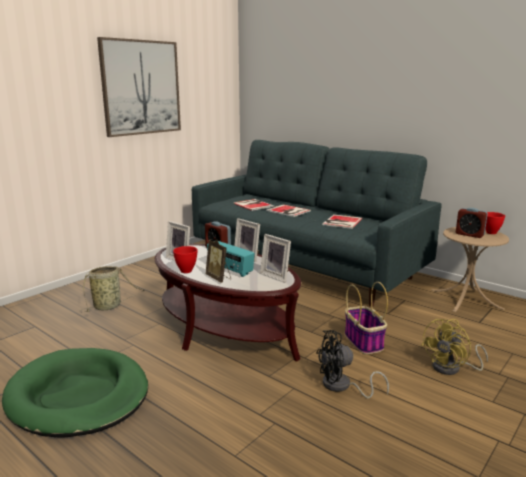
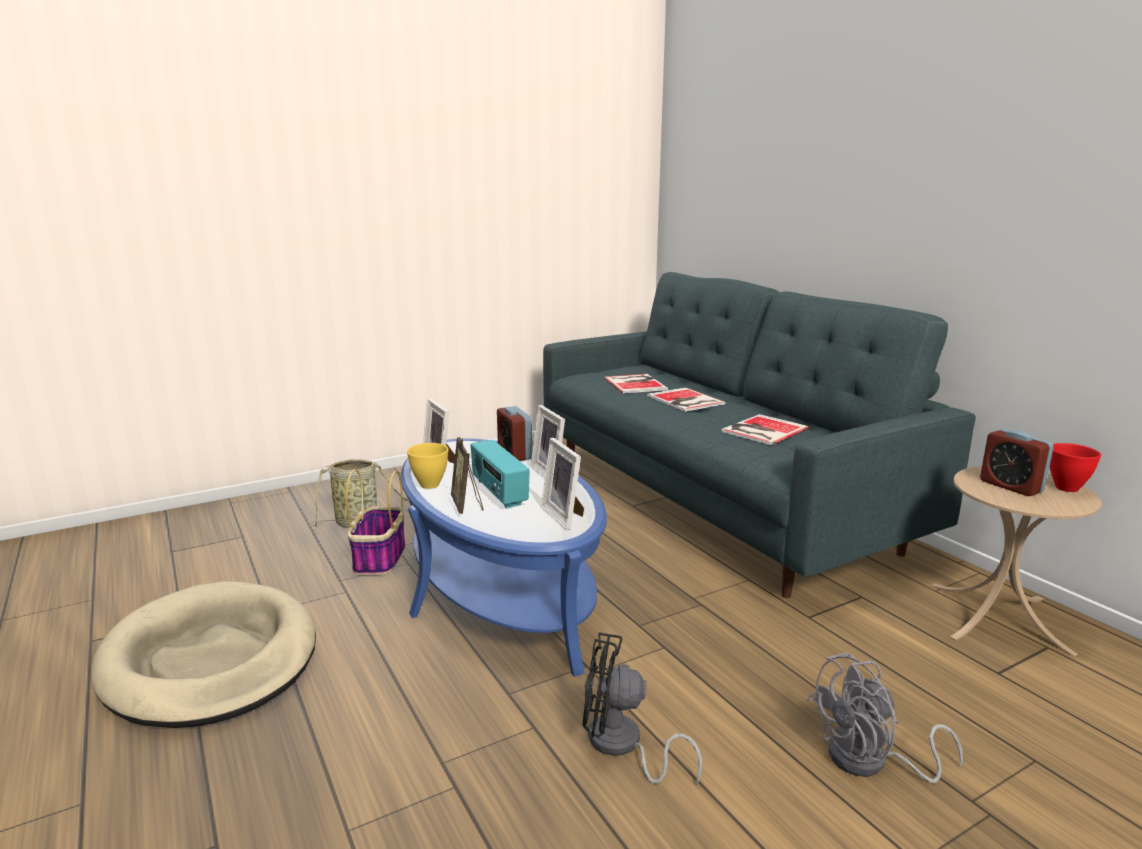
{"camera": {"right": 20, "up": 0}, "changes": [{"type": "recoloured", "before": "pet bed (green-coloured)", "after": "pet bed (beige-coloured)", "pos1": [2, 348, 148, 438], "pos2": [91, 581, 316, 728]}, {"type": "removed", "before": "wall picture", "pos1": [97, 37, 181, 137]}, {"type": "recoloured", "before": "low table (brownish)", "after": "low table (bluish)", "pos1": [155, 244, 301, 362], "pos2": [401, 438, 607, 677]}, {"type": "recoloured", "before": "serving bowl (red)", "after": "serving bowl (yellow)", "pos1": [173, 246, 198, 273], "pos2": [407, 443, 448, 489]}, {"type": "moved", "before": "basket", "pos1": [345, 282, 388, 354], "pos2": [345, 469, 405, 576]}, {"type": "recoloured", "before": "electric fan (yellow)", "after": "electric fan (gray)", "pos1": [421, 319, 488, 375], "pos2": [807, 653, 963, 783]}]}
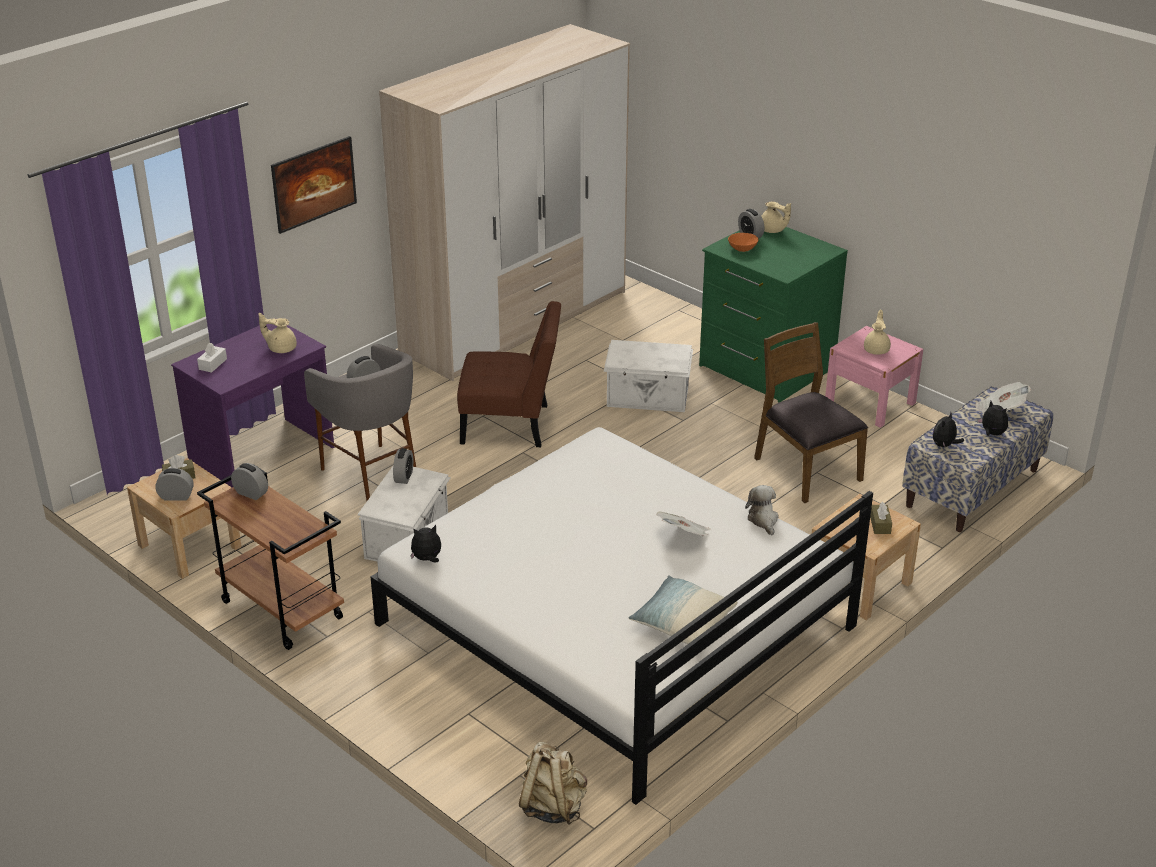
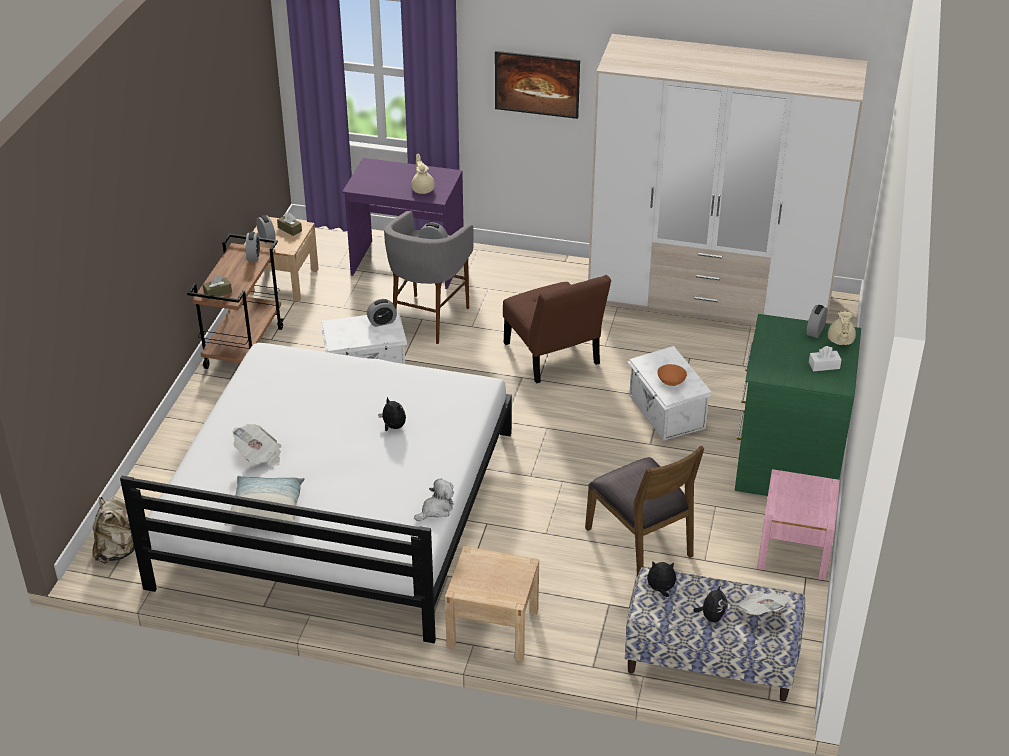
{"camera": {"right": 60, "up": 5}, "changes": [{"type": "moved", "before": "tissue box (white)", "pos1": [197, 343, 227, 373], "pos2": [809, 346, 842, 371]}, {"type": "moved", "before": "plush toy", "pos1": [410, 525, 441, 563], "pos2": [378, 397, 406, 431]}, {"type": "moved", "before": "daily paper", "pos1": [656, 511, 710, 536], "pos2": [233, 424, 281, 466]}, {"type": "moved", "before": "serving bowl (orangey)", "pos1": [728, 233, 759, 252], "pos2": [657, 364, 687, 386]}, {"type": "turned", "before": "upright chair (brownish)", "pos1": [754, 322, 868, 503], "pos2": [585, 446, 704, 577], "turn": 120}, {"type": "removed", "before": "tea pot (beige-coloured)", "pos1": [864, 310, 891, 355]}, {"type": "moved", "before": "tissue box (brownish)", "pos1": [870, 502, 892, 534], "pos2": [203, 275, 232, 300]}]}
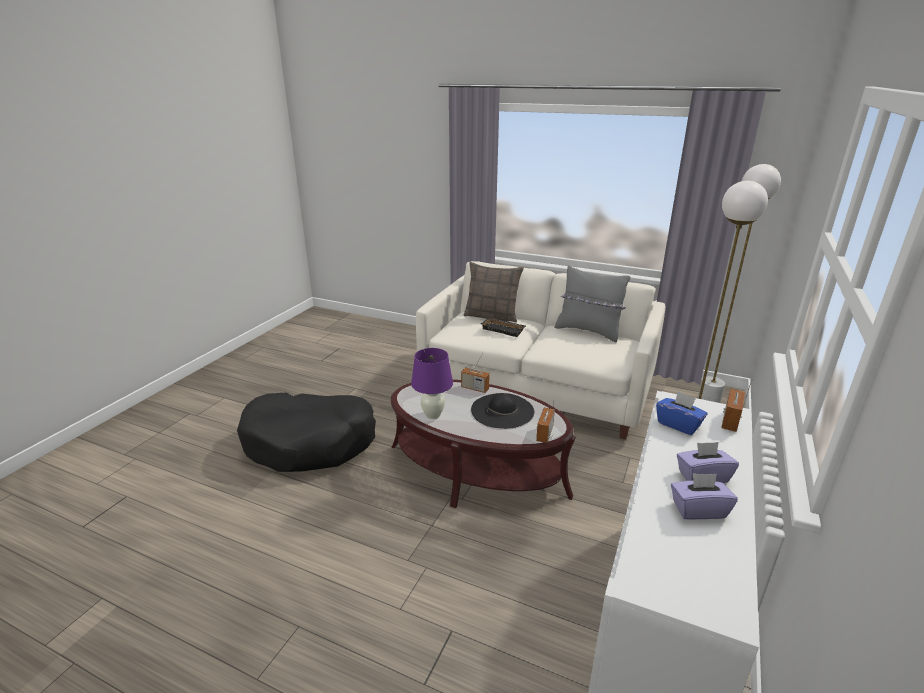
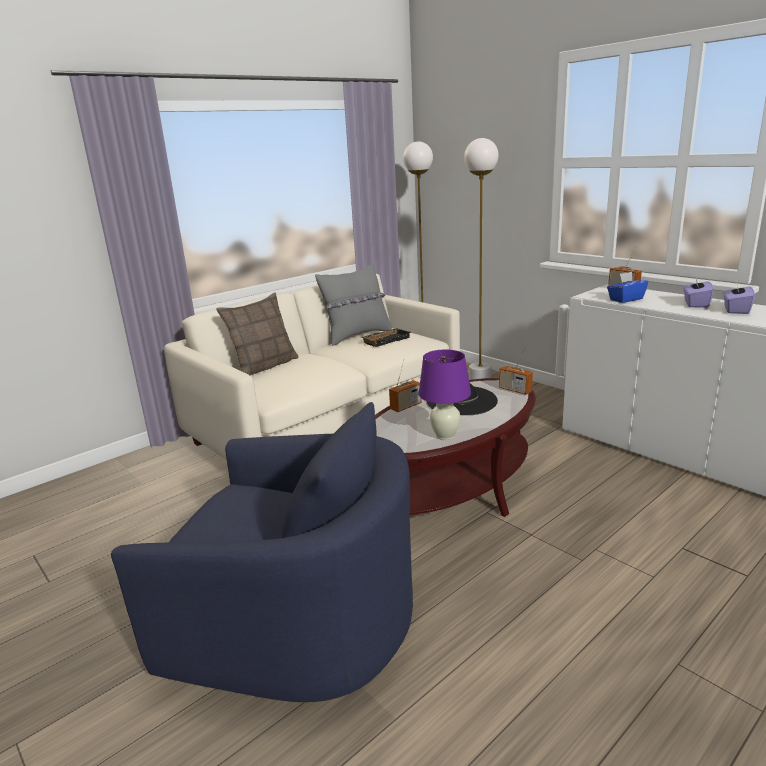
{"camera": {"right": -65, "up": -5}, "changes": [{"type": "replaced", "before": "pet bed (black-coloured)", "after": "easy chair (bluish)", "pos1": [237, 393, 376, 472], "pos2": [111, 402, 413, 702]}, {"type": "moved", "before": "carrying tray (black-coloured)", "pos1": [481, 317, 526, 337], "pos2": [361, 328, 411, 347]}]}
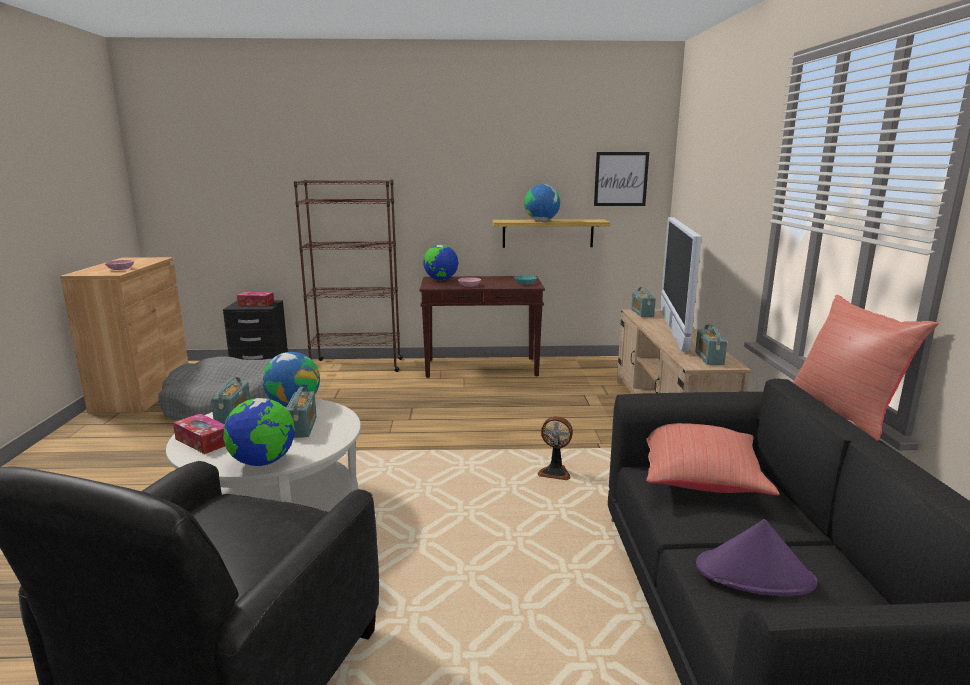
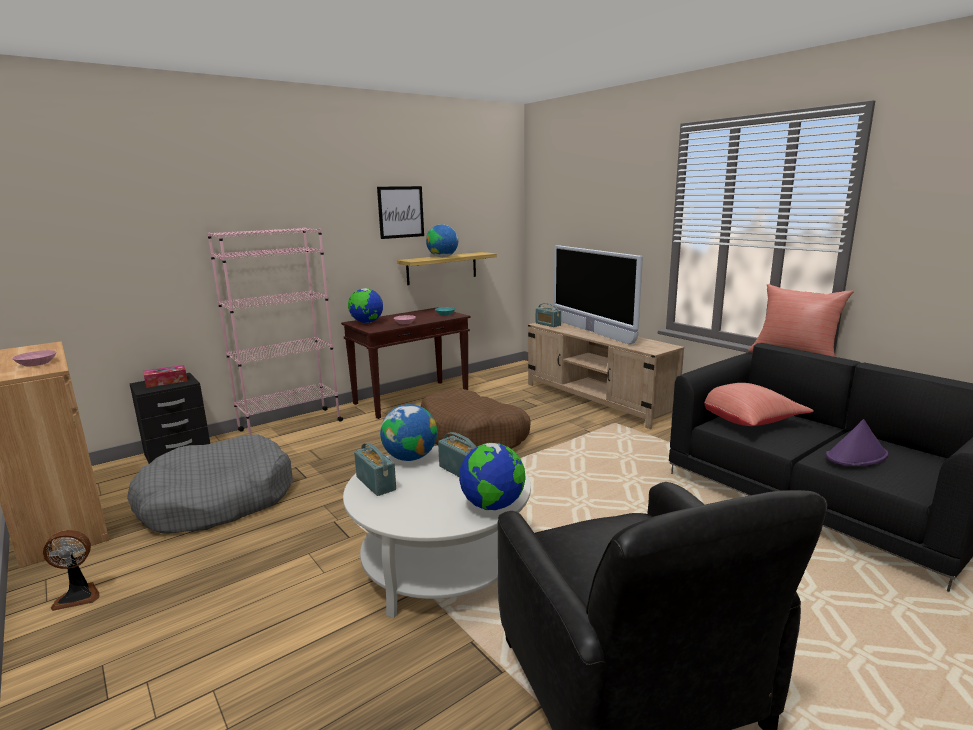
{"camera": {"right": -35, "up": 0}, "changes": [{"type": "removed", "before": "tissue box", "pos1": [173, 414, 226, 454]}, {"type": "recoloured", "before": "bookcase (brownish)", "after": "bookcase (pink-coloured)", "pos1": [294, 180, 403, 372], "pos2": [207, 227, 343, 435]}, {"type": "moved", "before": "electric fan", "pos1": [537, 416, 573, 480], "pos2": [43, 530, 99, 611]}, {"type": "moved", "before": "wall picture", "pos1": [594, 152, 649, 206], "pos2": [377, 186, 424, 239]}, {"type": "removed", "before": "radio set", "pos1": [695, 324, 727, 365]}, {"type": "added", "after": "pet bed (brownish)", "pos2": [421, 388, 531, 449]}]}
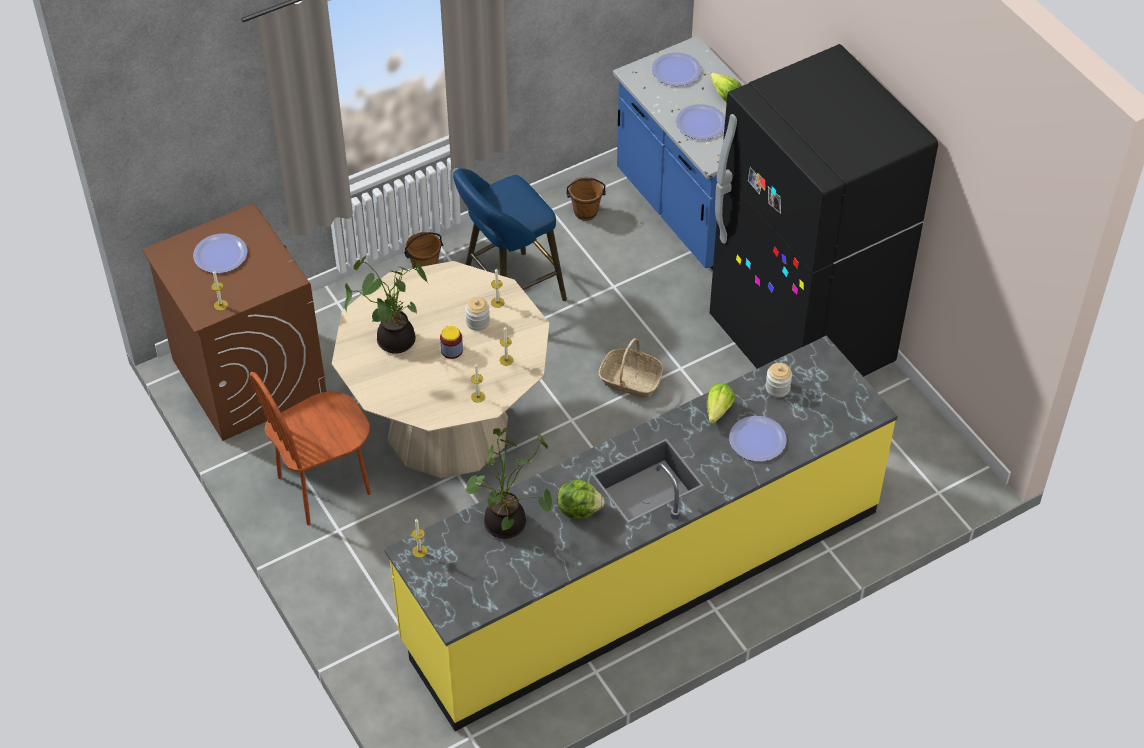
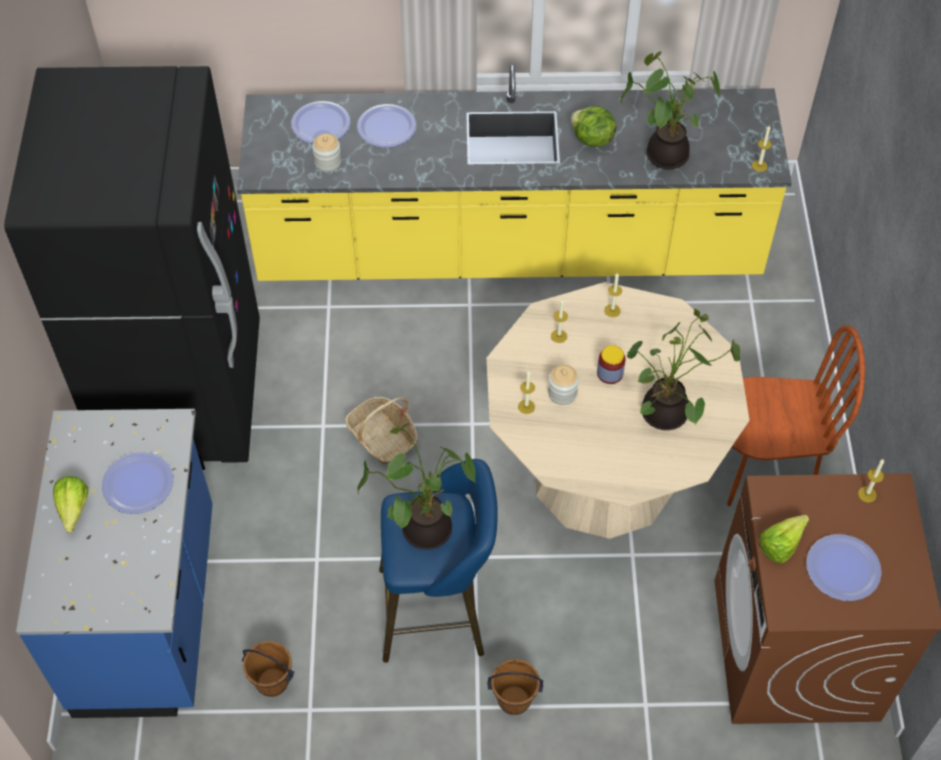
{"camera": {"right": -150, "up": 5}, "changes": [{"type": "moved", "before": "dinner plate", "pos1": [652, 52, 701, 86], "pos2": [291, 101, 350, 144]}, {"type": "moved", "before": "lettuce head", "pos1": [707, 383, 735, 425], "pos2": [760, 515, 809, 563]}, {"type": "added", "after": "potted plant", "pos2": [357, 423, 476, 550]}]}
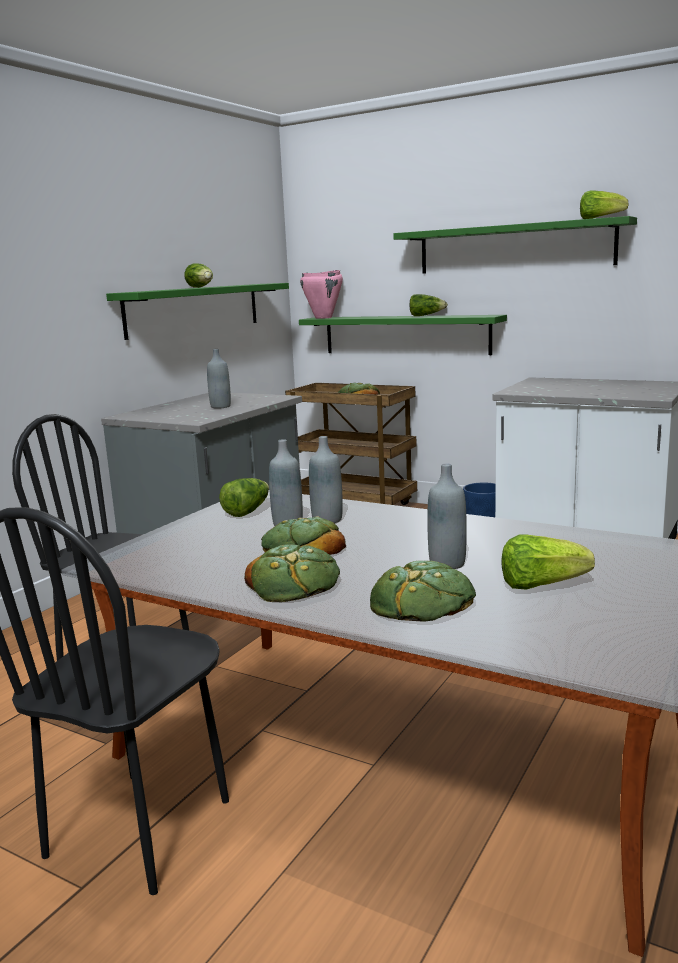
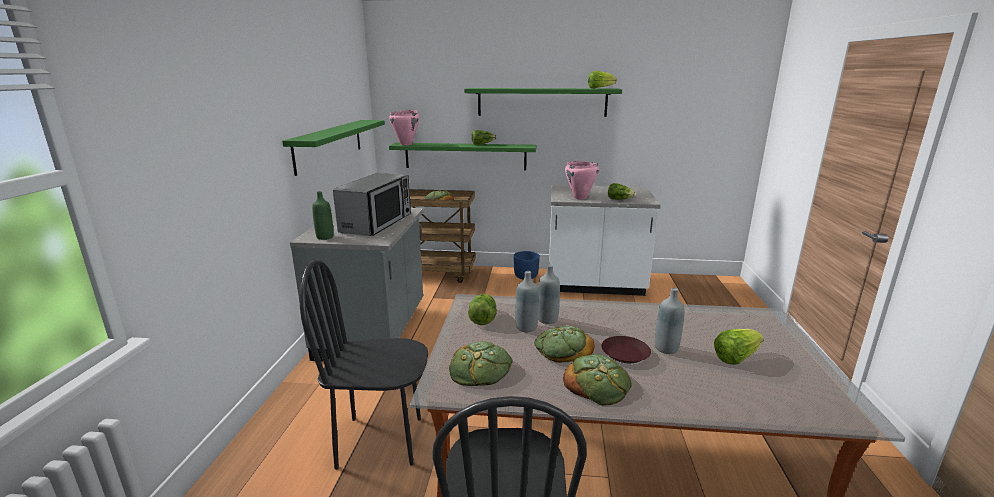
{"camera": {"right": -25, "up": 5}, "changes": [{"type": "moved", "before": "lettuce head", "pos1": [184, 263, 213, 288], "pos2": [608, 183, 636, 200]}, {"type": "replaced", "before": "beverage bottle (gray)", "after": "kitchen microwave", "pos1": [207, 349, 231, 409], "pos2": [333, 173, 411, 236]}, {"type": "moved", "before": "baked bread", "pos1": [370, 561, 476, 622], "pos2": [449, 341, 513, 386]}, {"type": "added", "after": "beverage bottle (green-coloured)", "pos2": [312, 191, 334, 240]}, {"type": "added", "after": "stockpot (pink-coloured)", "pos2": [565, 161, 599, 200]}, {"type": "added", "after": "dinner plate (brownish)", "pos2": [601, 336, 651, 363]}]}
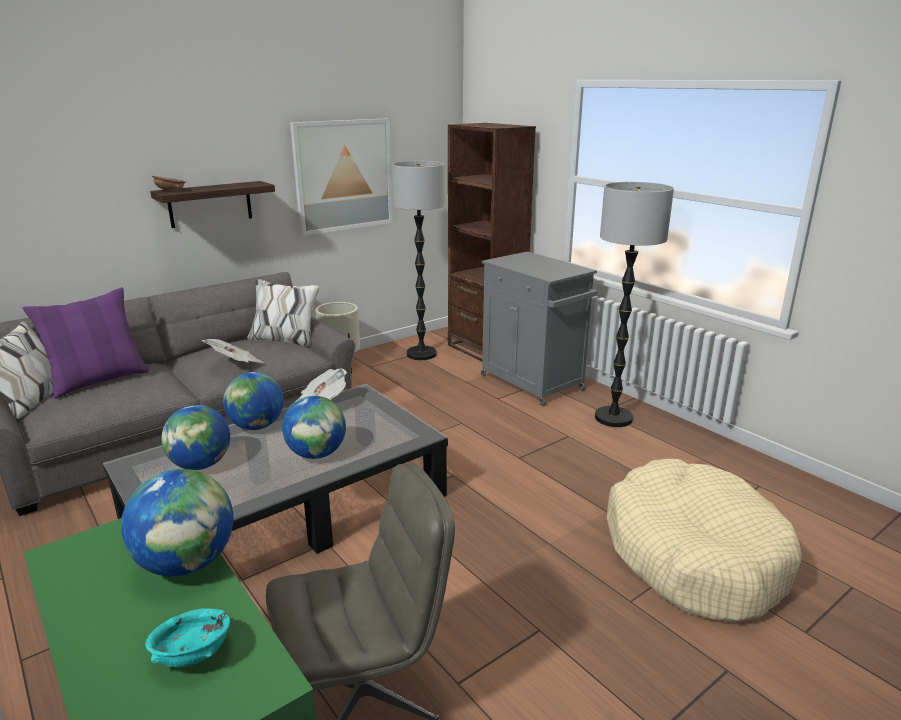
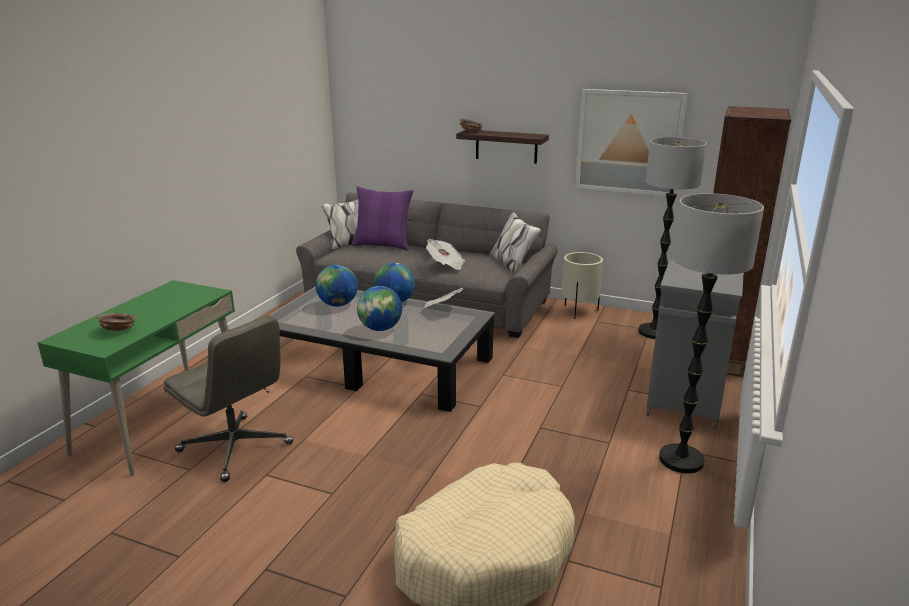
{"camera": {"right": 60, "up": 0}, "changes": [{"type": "removed", "before": "globe", "pos1": [121, 469, 233, 576]}, {"type": "recoloured", "before": "serving bowl (blue-green)", "after": "serving bowl (brownish)", "pos1": [145, 608, 230, 667], "pos2": [97, 313, 136, 331]}]}
